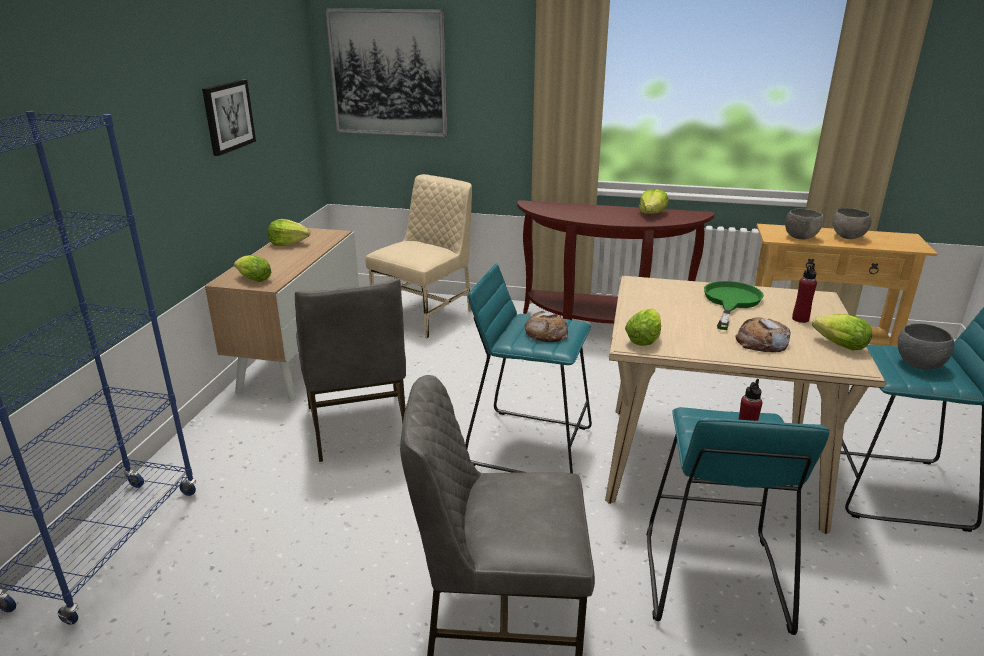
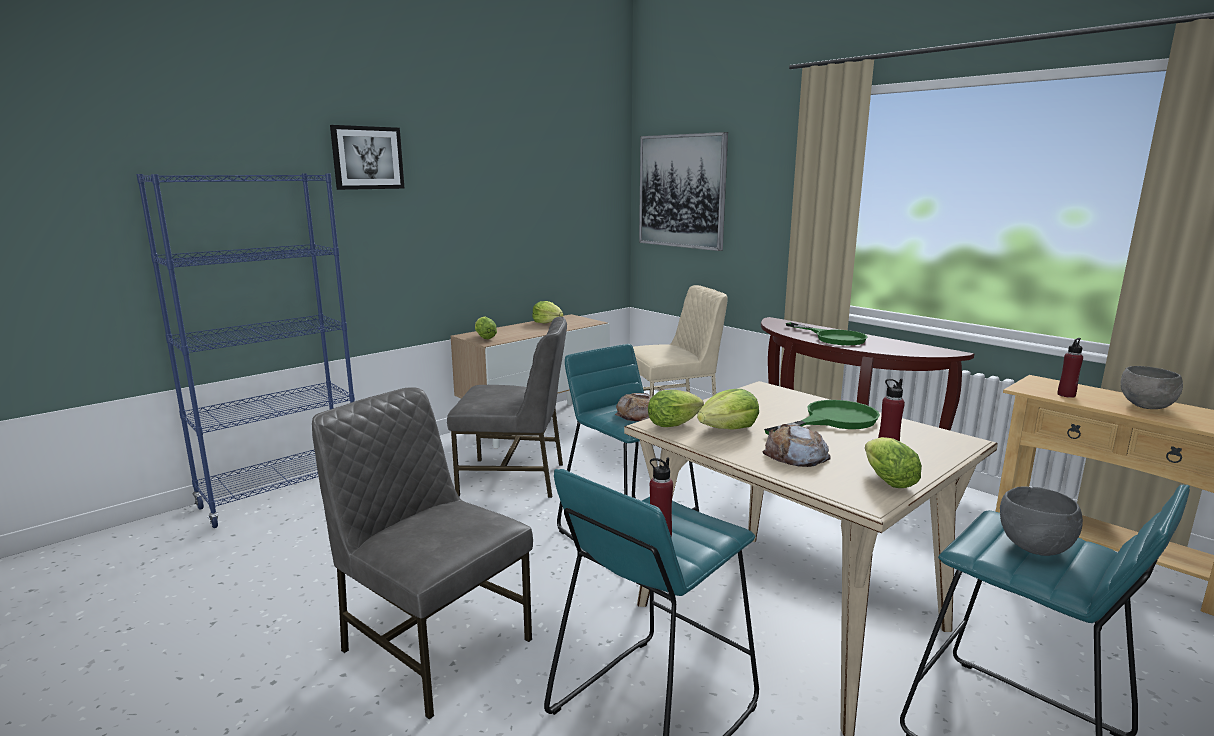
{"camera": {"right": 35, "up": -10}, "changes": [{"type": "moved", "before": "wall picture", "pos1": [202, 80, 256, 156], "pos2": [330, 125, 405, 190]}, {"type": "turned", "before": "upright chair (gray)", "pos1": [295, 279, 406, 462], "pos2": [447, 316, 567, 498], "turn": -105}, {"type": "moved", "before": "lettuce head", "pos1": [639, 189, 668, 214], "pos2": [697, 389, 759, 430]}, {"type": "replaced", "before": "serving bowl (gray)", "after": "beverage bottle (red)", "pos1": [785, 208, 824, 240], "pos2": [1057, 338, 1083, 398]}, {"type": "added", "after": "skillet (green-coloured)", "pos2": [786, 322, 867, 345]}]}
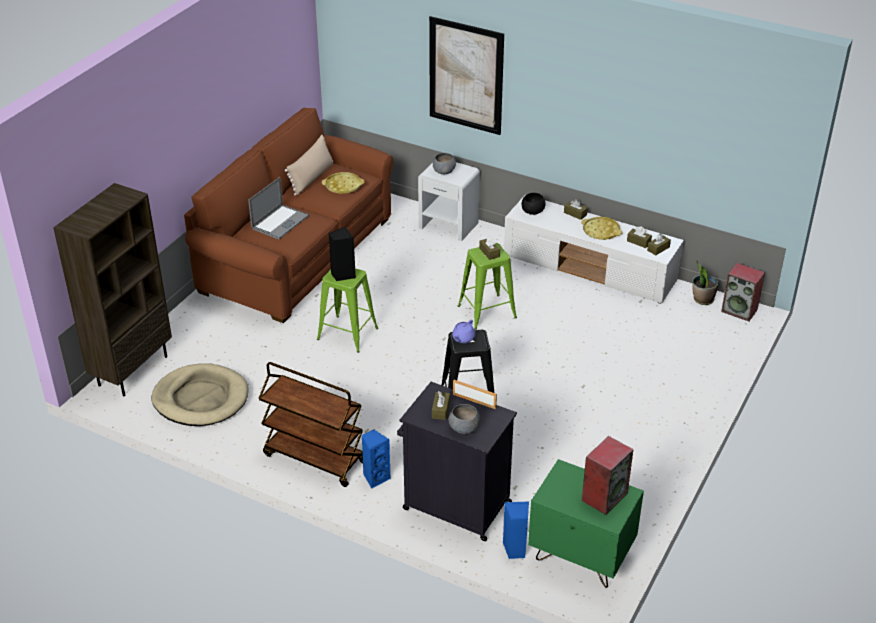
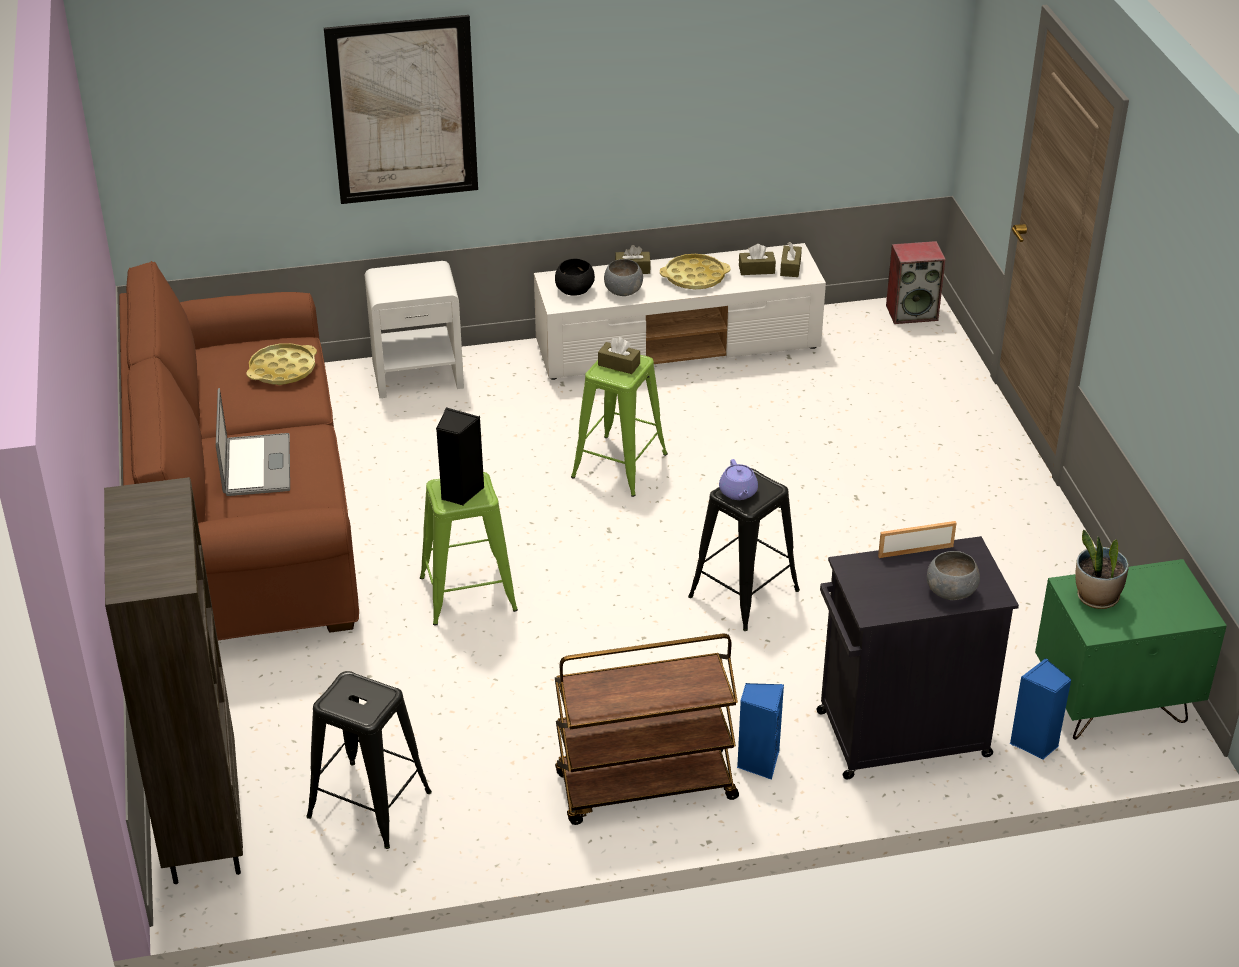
{"camera": {"right": -40, "up": 0}, "changes": [{"type": "replaced", "before": "pet bed (beige-coloured)", "after": "stool (black-coloured)", "pos1": [151, 363, 248, 426], "pos2": [306, 671, 432, 849]}, {"type": "removed", "before": "throw pillow (beige-coloured)", "pos1": [285, 135, 333, 196]}, {"type": "removed", "before": "tissue box (brownish)", "pos1": [432, 391, 450, 420]}, {"type": "moved", "before": "serving bowl (gray)", "pos1": [433, 153, 456, 174], "pos2": [604, 259, 643, 296]}, {"type": "removed", "before": "loudspeaker", "pos1": [582, 436, 634, 515]}, {"type": "moved", "before": "potted plant", "pos1": [692, 260, 718, 305], "pos2": [1075, 530, 1129, 609]}]}
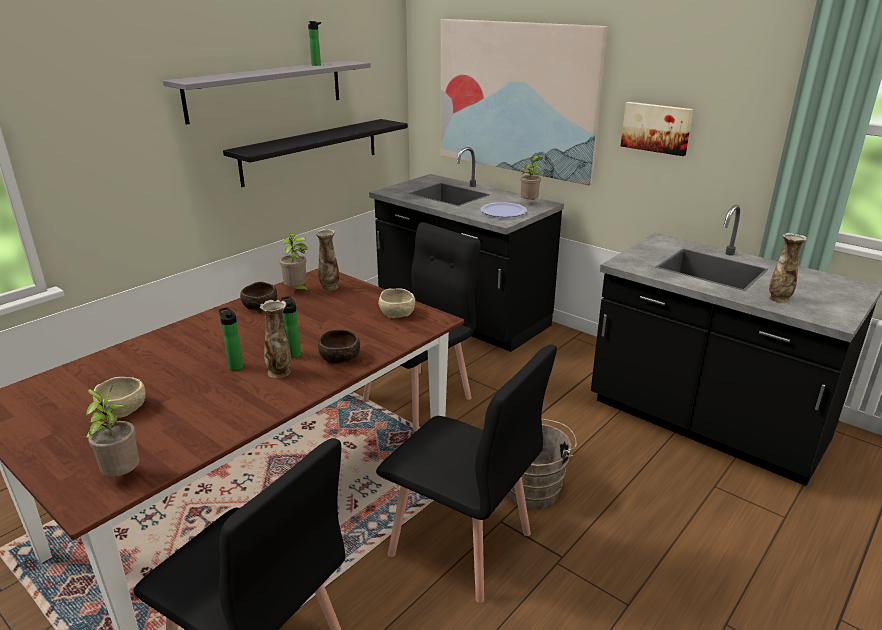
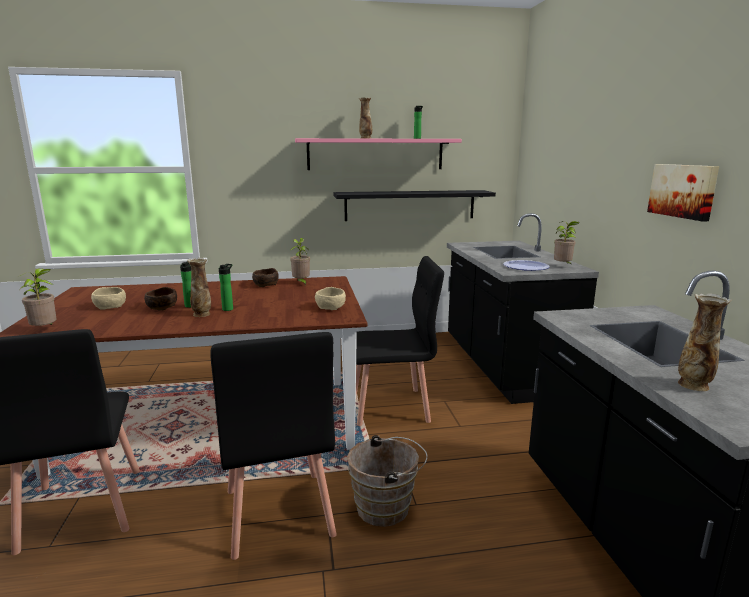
{"camera": {"right": 40, "up": -10}, "changes": [{"type": "recoloured", "before": "bracket shelf (gray)", "after": "bracket shelf (pink-coloured)", "pos1": [163, 60, 371, 125], "pos2": [295, 138, 462, 170]}, {"type": "moved", "before": "decorative vase", "pos1": [315, 229, 339, 291], "pos2": [359, 97, 372, 139]}, {"type": "moved", "before": "serving bowl (brownish)", "pos1": [318, 330, 360, 365], "pos2": [144, 287, 177, 311]}, {"type": "removed", "before": "wall picture", "pos1": [441, 19, 608, 185]}]}
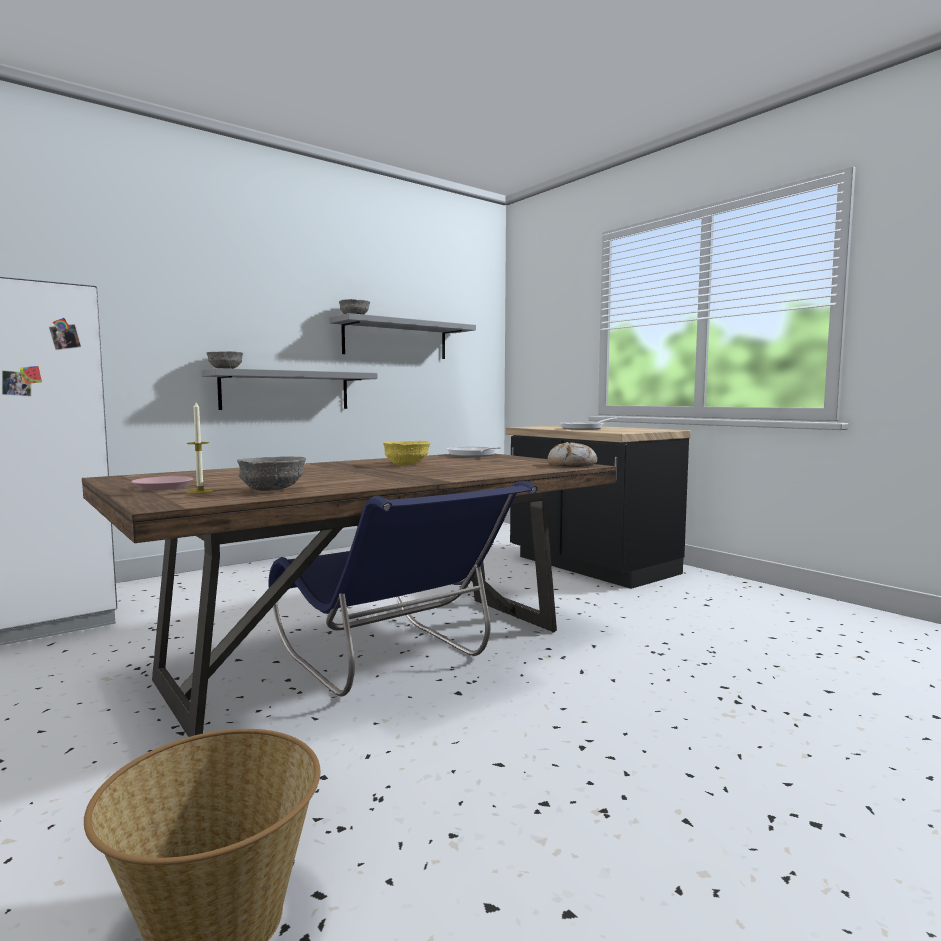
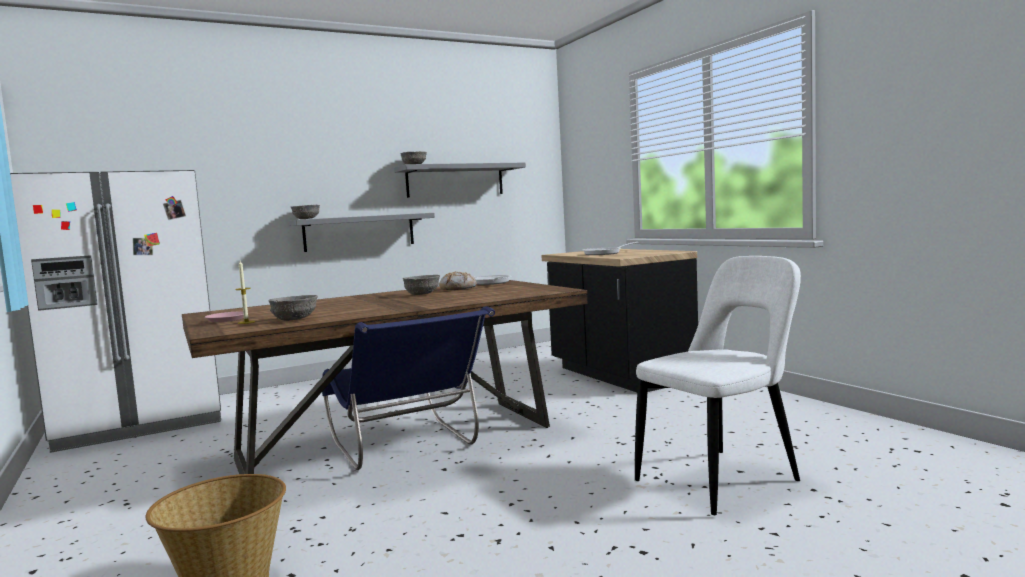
{"camera": {"right": 10, "up": 0}, "changes": [{"type": "recoloured", "before": "serving bowl (yellow)", "after": "serving bowl (gray)", "pos1": [383, 441, 431, 465], "pos2": [403, 275, 440, 295]}, {"type": "moved", "before": "baked bread", "pos1": [547, 442, 597, 467], "pos2": [439, 271, 477, 290]}, {"type": "added", "after": "upright chair (white)", "pos2": [635, 256, 801, 515]}]}
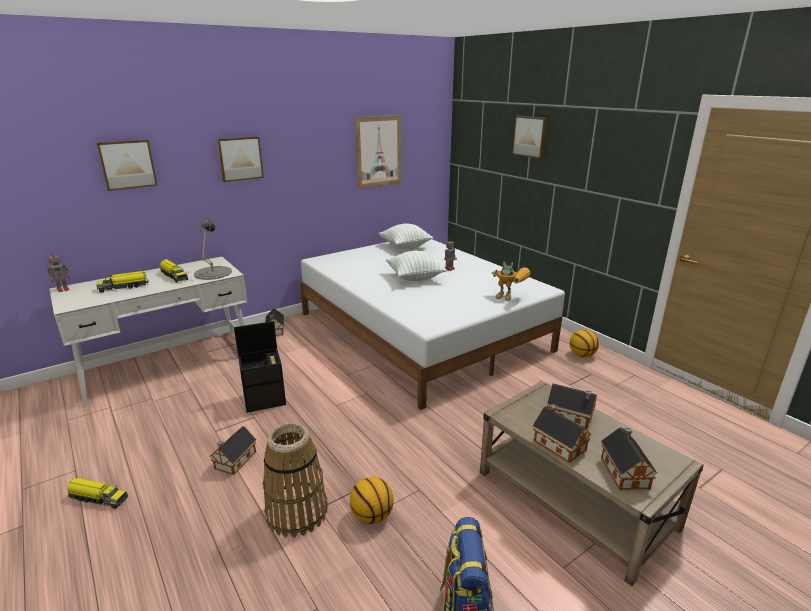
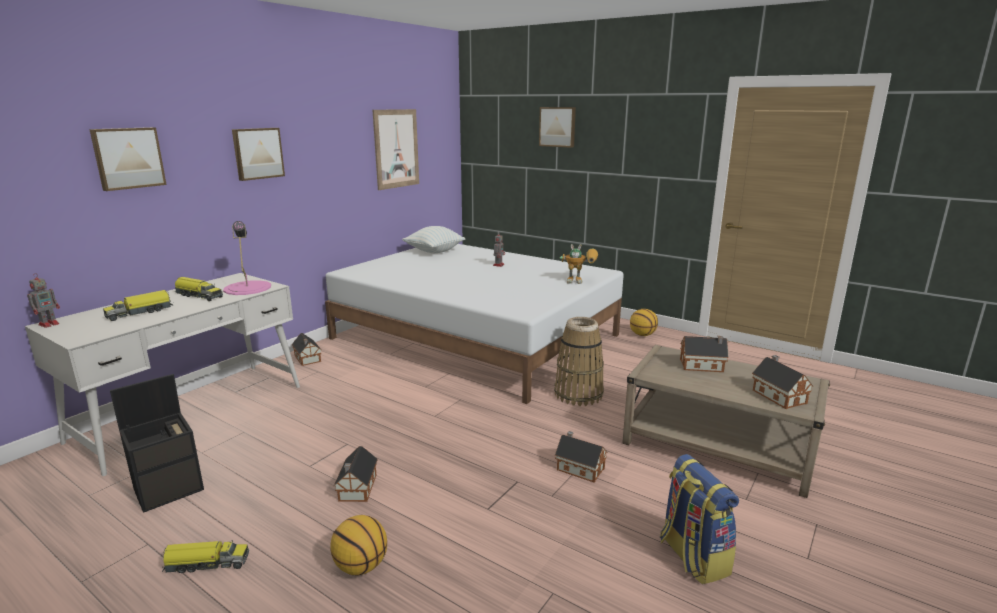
{"camera": {"right": -20, "up": -5}, "changes": [{"type": "recoloured", "before": "lamp for a table (gray)", "after": "lamp for a table (pink-coloured)", "pos1": [194, 219, 232, 280], "pos2": [223, 221, 271, 295]}, {"type": "moved", "before": "storage box (black-coloured)", "pos1": [234, 321, 286, 413], "pos2": [110, 374, 204, 513]}, {"type": "moved", "before": "basket", "pos1": [263, 423, 328, 538], "pos2": [554, 317, 604, 406]}, {"type": "moved", "before": "basketball", "pos1": [350, 477, 394, 524], "pos2": [331, 515, 387, 575]}, {"type": "removed", "before": "throw pillow", "pos1": [386, 251, 447, 281]}, {"type": "moved", "before": "model house", "pos1": [533, 404, 592, 463], "pos2": [555, 431, 608, 483]}]}
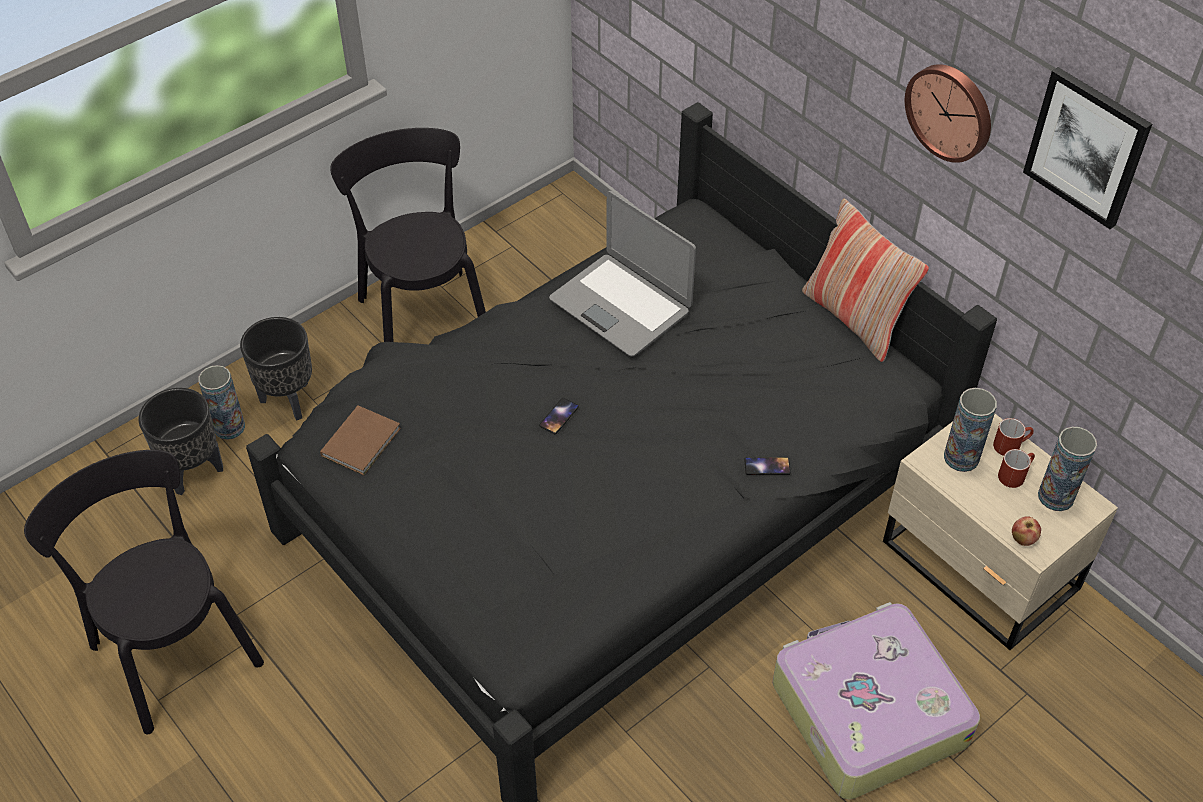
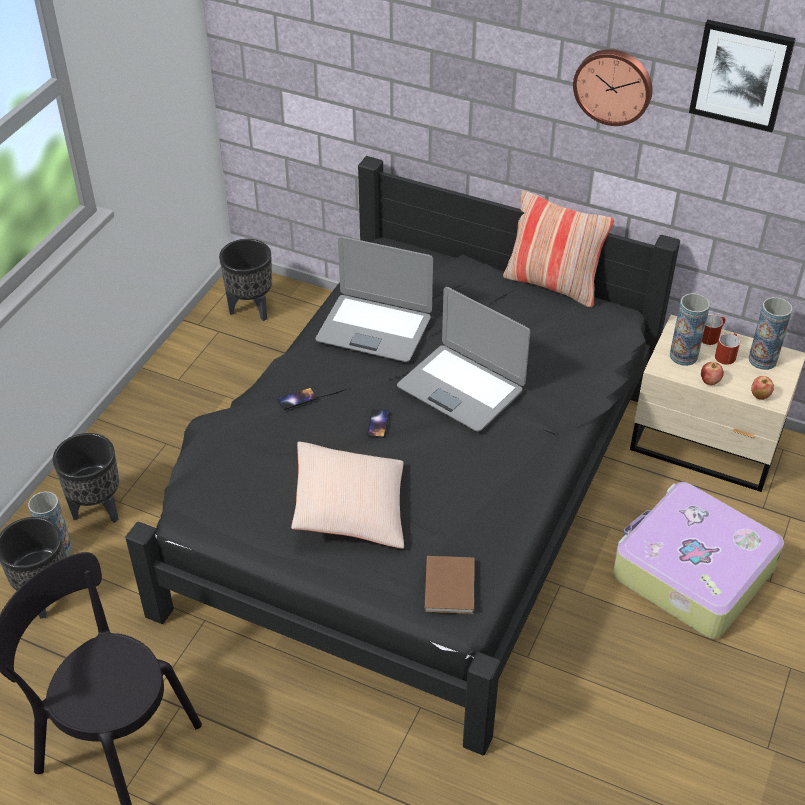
{"camera": {"right": -25, "up": -5}, "changes": [{"type": "moved", "before": "bound book (brownish)", "pos1": [320, 406, 401, 475], "pos2": [424, 556, 475, 614]}, {"type": "removed", "before": "upright chair (black-coloured)", "pos1": [330, 128, 486, 342]}, {"type": "moved", "before": "handset", "pos1": [744, 457, 791, 475], "pos2": [277, 388, 317, 410]}, {"type": "added", "after": "planter (black-coloured)", "pos2": [219, 239, 272, 321]}, {"type": "added", "after": "throw pillow (beige-coloured)", "pos2": [291, 442, 404, 549]}, {"type": "added", "after": "portable computer", "pos2": [397, 287, 530, 432]}, {"type": "added", "after": "apple fruit", "pos2": [701, 362, 724, 385]}]}
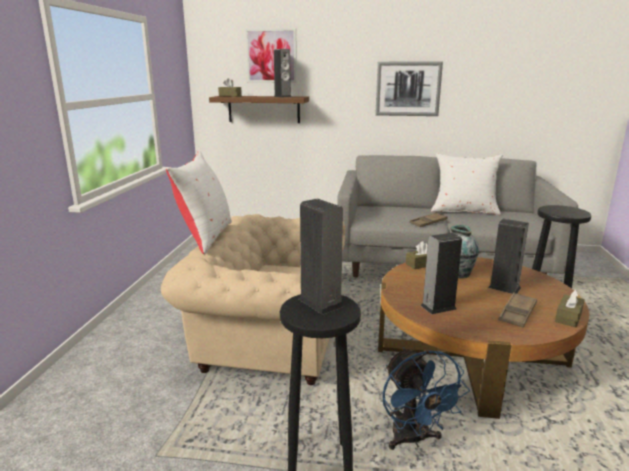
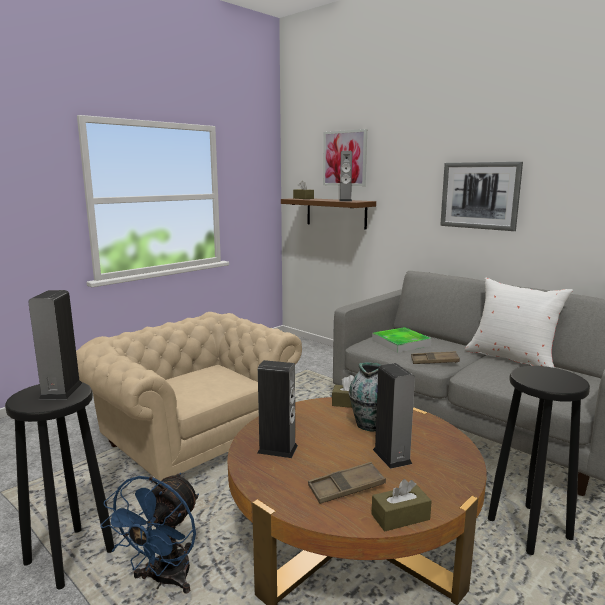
{"camera": {"right": 35, "up": -5}, "changes": [{"type": "removed", "before": "throw pillow (white)", "pos1": [166, 150, 232, 254]}, {"type": "added", "after": "carrying tray", "pos2": [372, 327, 431, 353]}]}
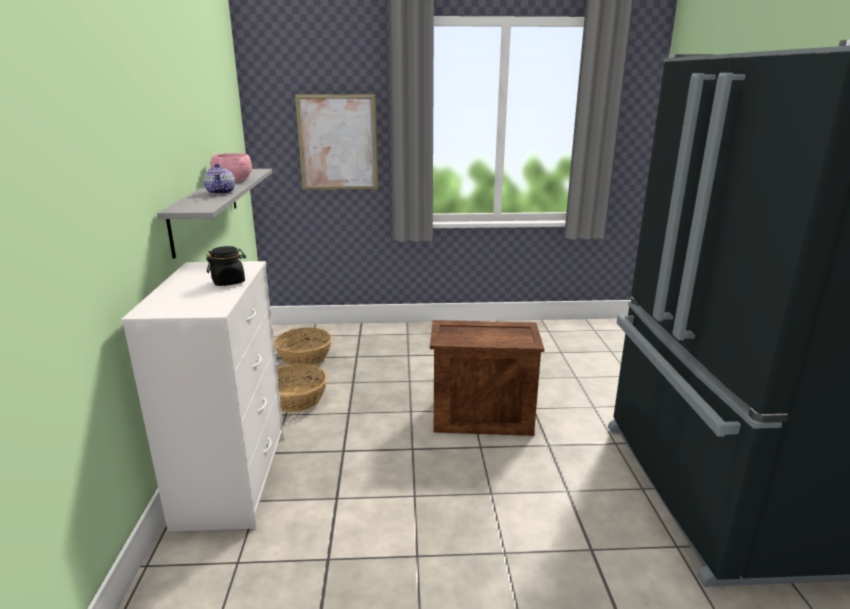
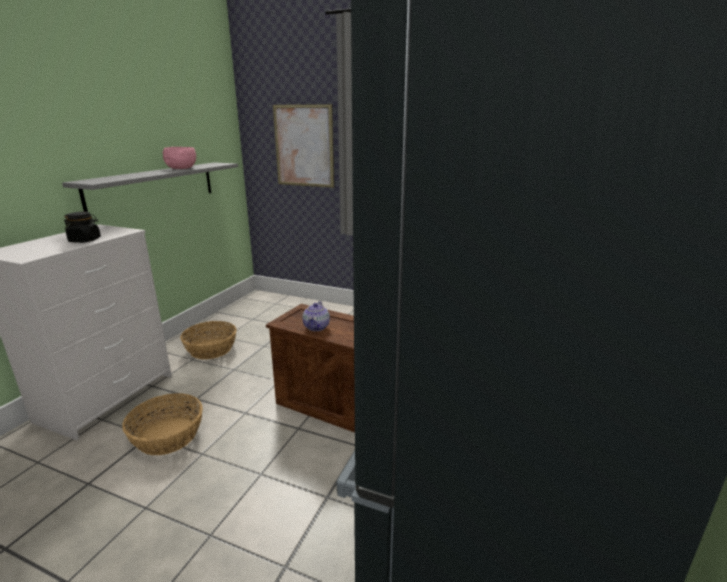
{"camera": {"right": 25, "up": 0}, "changes": [{"type": "moved", "before": "tea pot", "pos1": [203, 163, 235, 195], "pos2": [302, 301, 330, 331]}, {"type": "moved", "before": "basket", "pos1": [274, 327, 332, 367], "pos2": [122, 393, 203, 455]}]}
